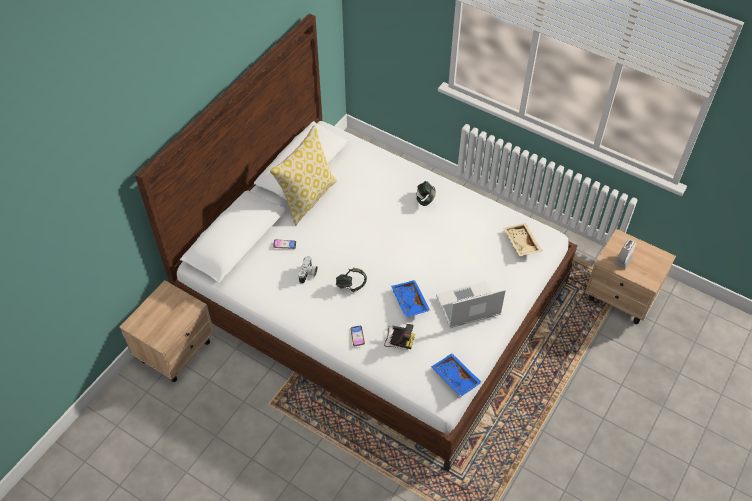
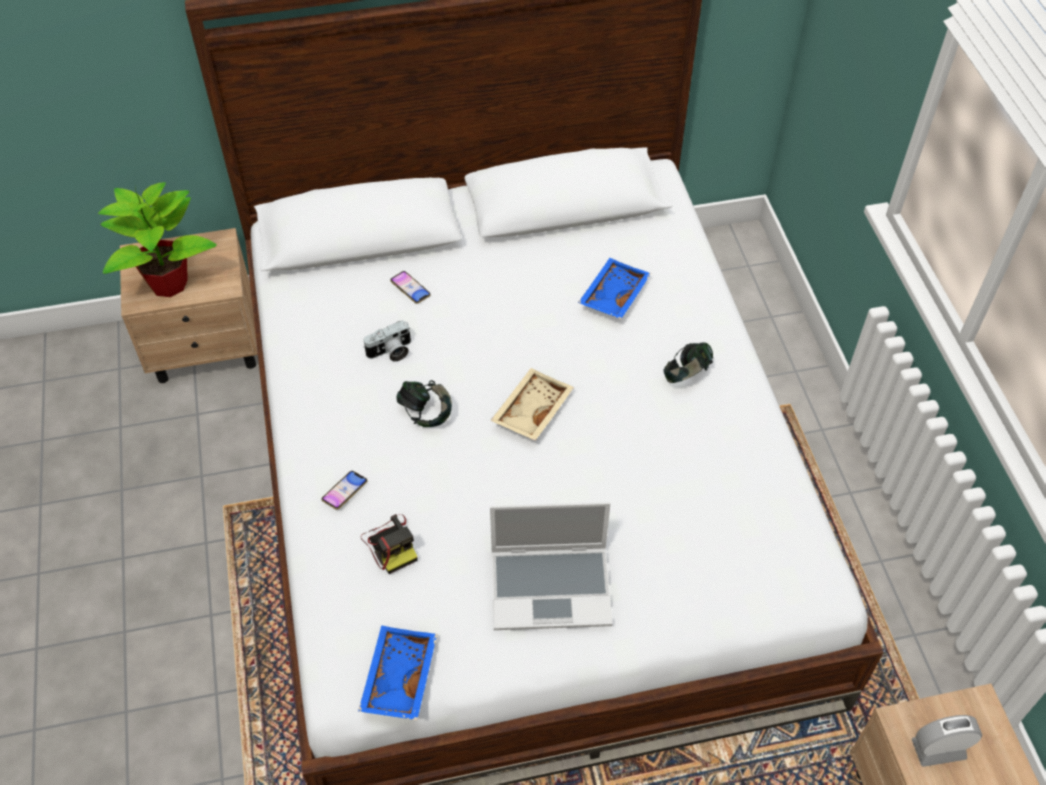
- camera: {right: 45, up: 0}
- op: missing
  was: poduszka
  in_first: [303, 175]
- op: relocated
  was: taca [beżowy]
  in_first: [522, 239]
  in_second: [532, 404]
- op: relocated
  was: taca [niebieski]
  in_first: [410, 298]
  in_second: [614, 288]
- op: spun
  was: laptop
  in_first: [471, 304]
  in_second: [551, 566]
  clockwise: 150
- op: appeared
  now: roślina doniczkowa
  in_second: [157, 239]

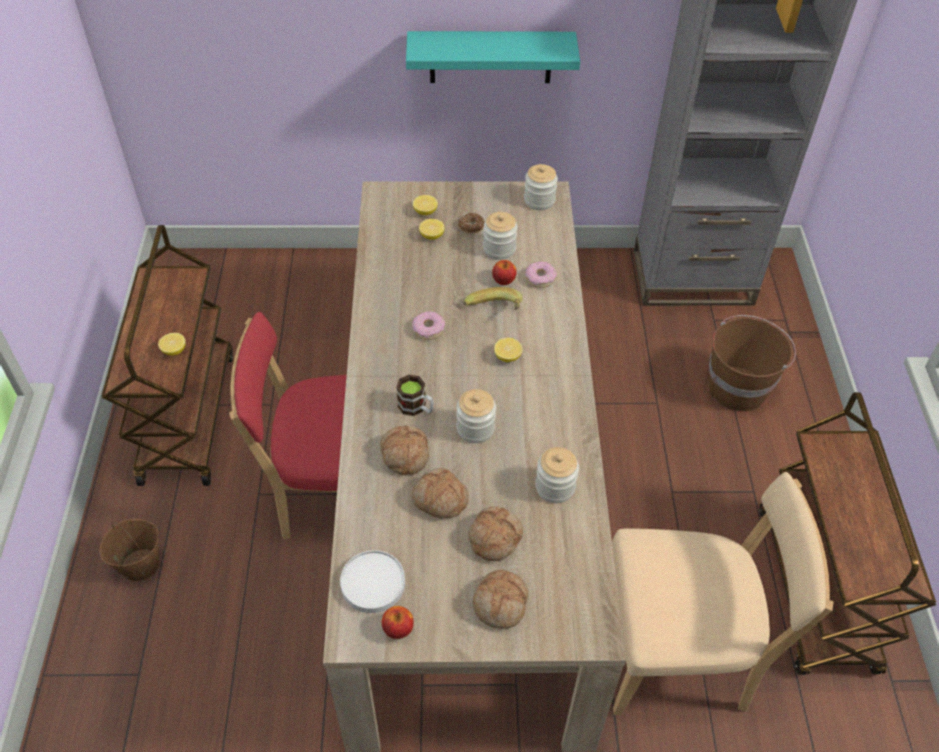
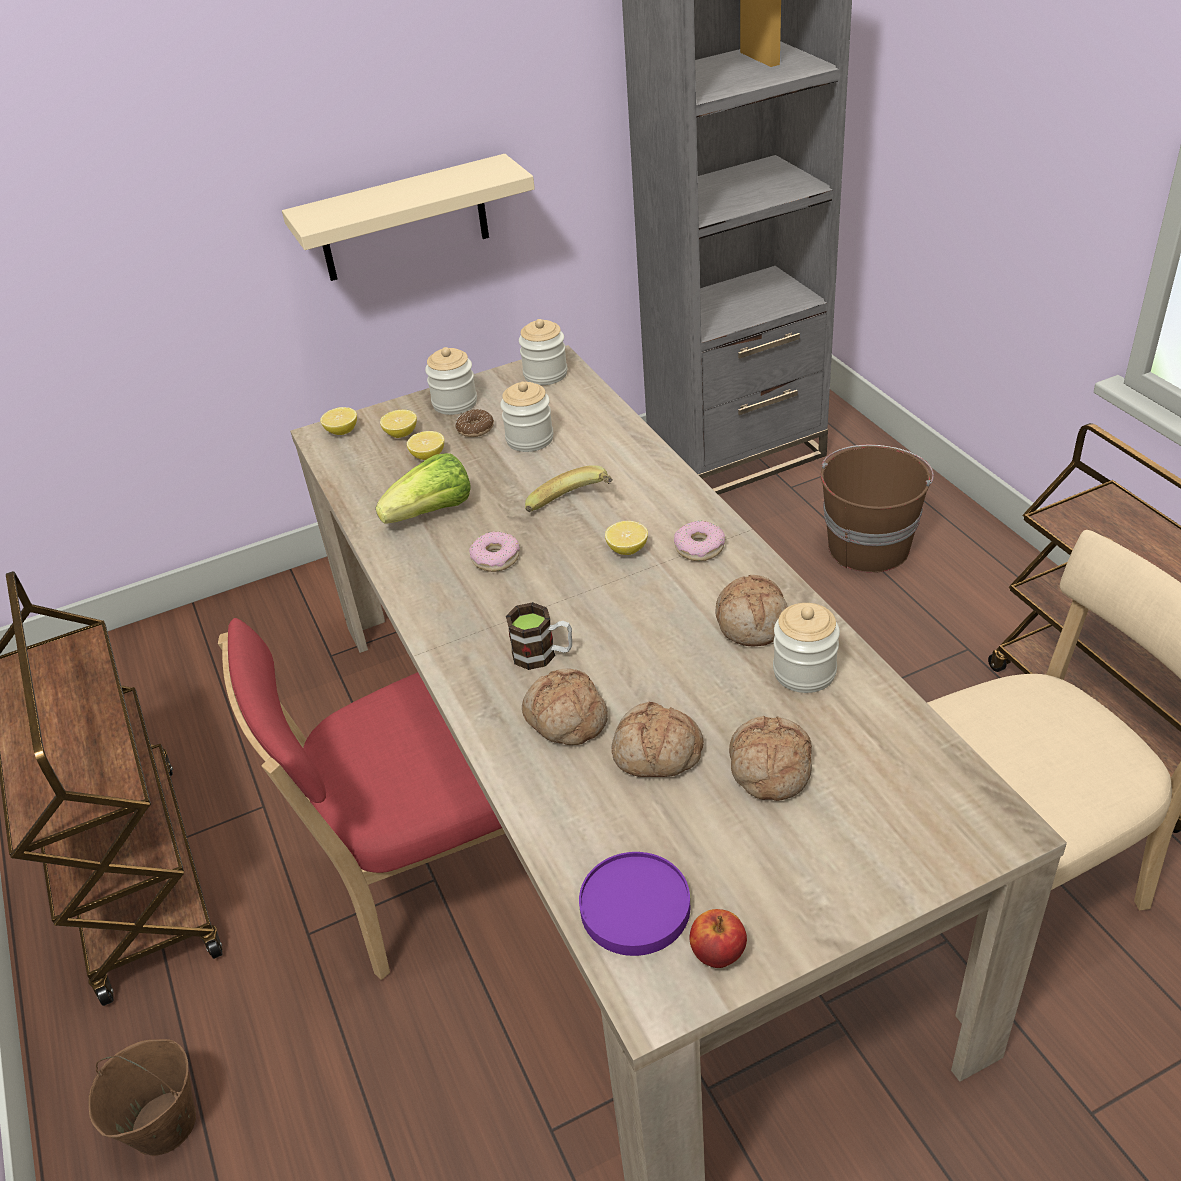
- camera: {right: -20, up: -10}
- op: colour
  was: półka [turkusowy]
  now: półka [beżowy]
  in_first: [493, 57]
  in_second: [408, 217]
- op: missing
  was: jabłko
  in_first: [504, 272]
- op: relocated
  was: donut
  in_first: [541, 275]
  in_second: [699, 540]
- op: relocated
  was: cytryna
  in_first: [172, 344]
  in_second: [338, 421]
- op: relocated
  was: słoik
  in_first: [476, 416]
  in_second: [451, 381]
- op: colour
  was: talerz [biały]
  now: talerz [fioletowy]
  in_first: [372, 581]
  in_second: [634, 904]
- op: relocated
  was: chleb
  in_first: [500, 599]
  in_second: [751, 611]
- op: appeared
  now: sałata
  in_second: [422, 488]

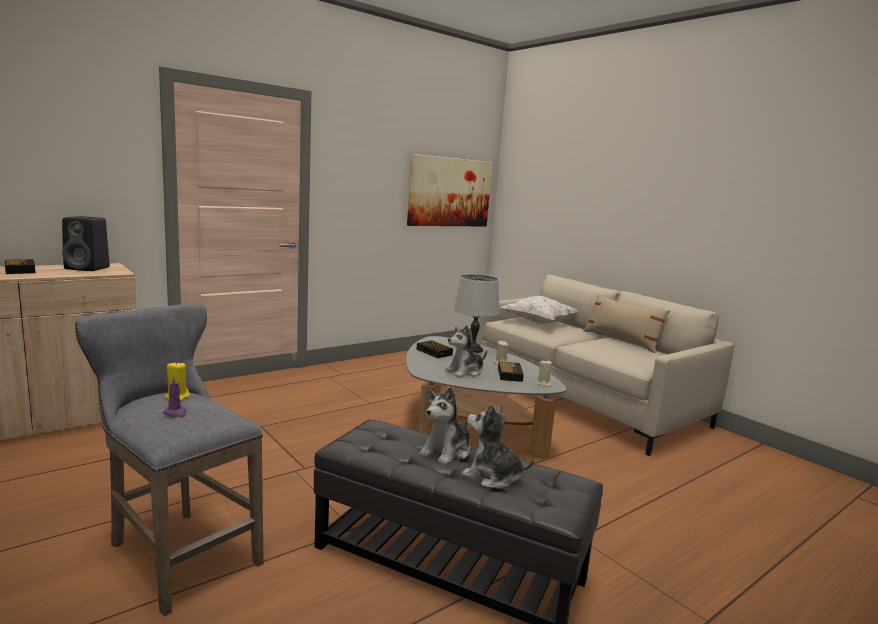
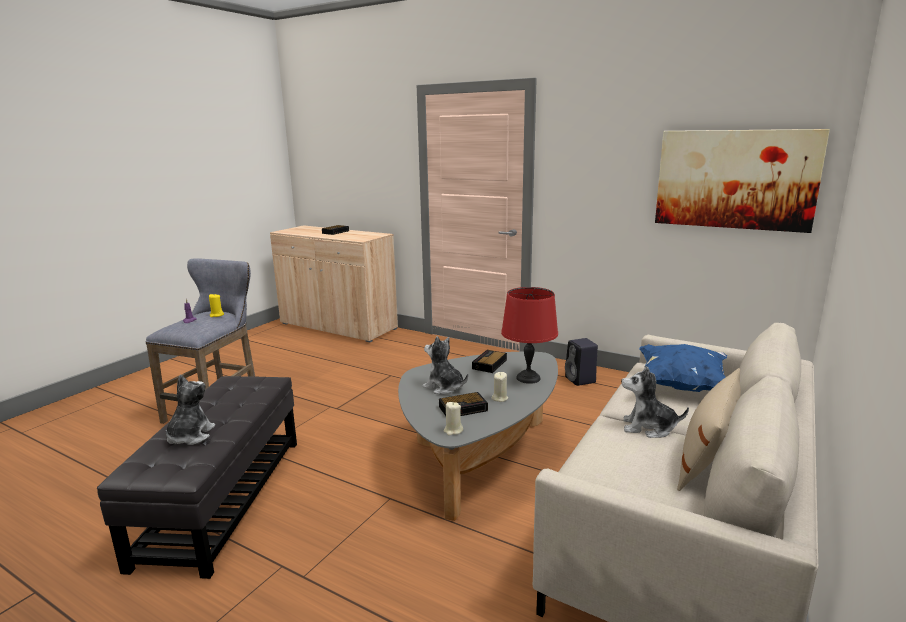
- camera: {right: 70, up: 5}
- op: relocated
  was: głośnik [czarny]
  in_first: [86, 243]
  in_second: [581, 362]
- op: colour
  was: lampa stołowa [szary]
  now: lampa stołowa [czerwony]
  in_first: [477, 313]
  in_second: [529, 335]
- op: colour
  was: poduszka [biały]
  now: poduszka [niebieski]
  in_first: [539, 310]
  in_second: [683, 368]
- op: relocated
  was: pluszak
  in_first: [444, 426]
  in_second: [655, 401]

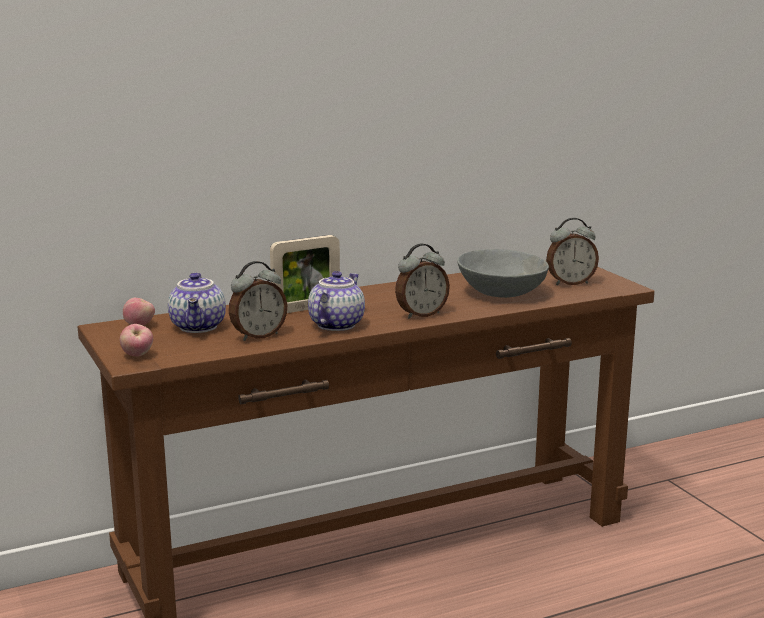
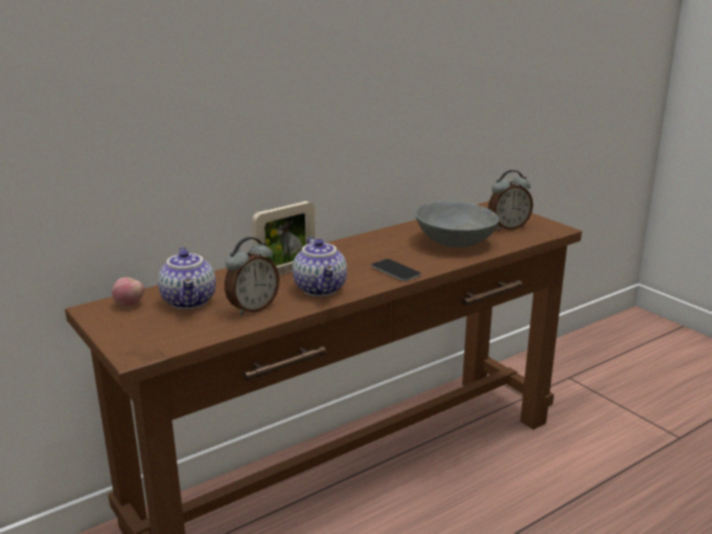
- camera: {right: -10, up: 5}
- op: exchanged
  was: budzik
  now: telefon
  in_first: [422, 281]
  in_second: [396, 270]
- op: spun
  was: imbryk
  in_first: [336, 301]
  in_second: [319, 266]
  clockwise: 150
- op: missing
  was: jabłko
  in_first: [136, 340]

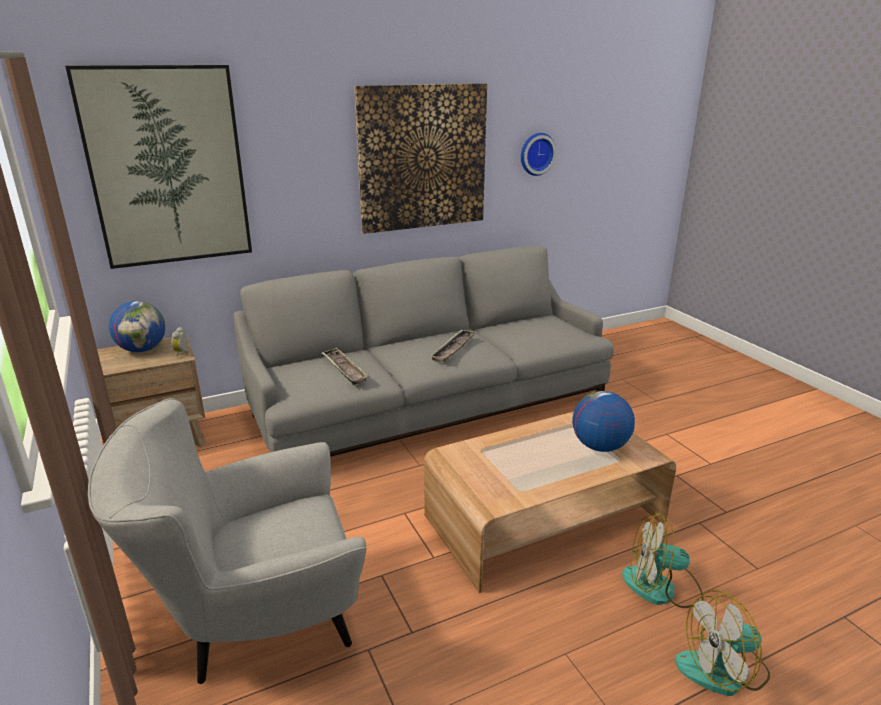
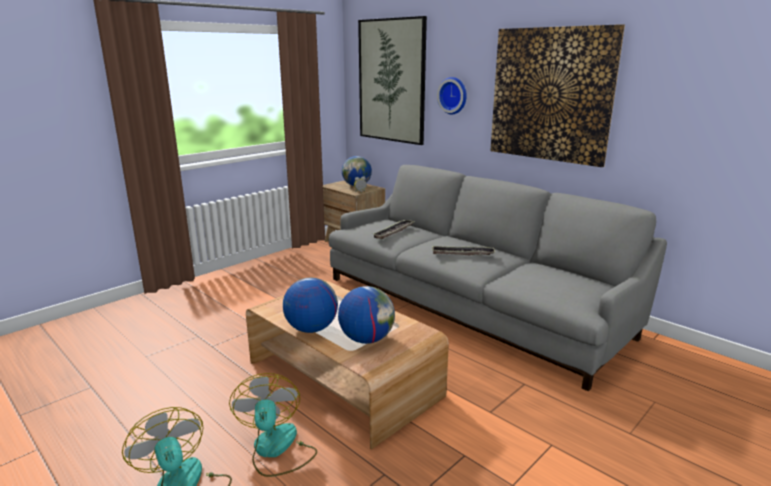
- camera: {right: 70, up: -5}
- op: relocated
  was: zegar ścienny
  in_first: [538, 154]
  in_second: [452, 95]
- op: missing
  was: fotel [szary]
  in_first: [227, 541]
- op: appeared
  now: globus
  in_second: [310, 305]

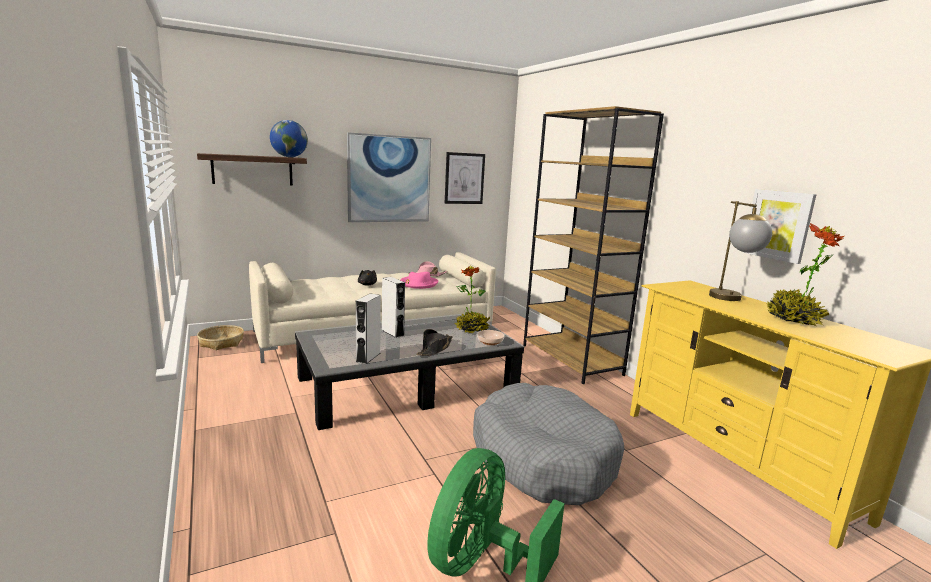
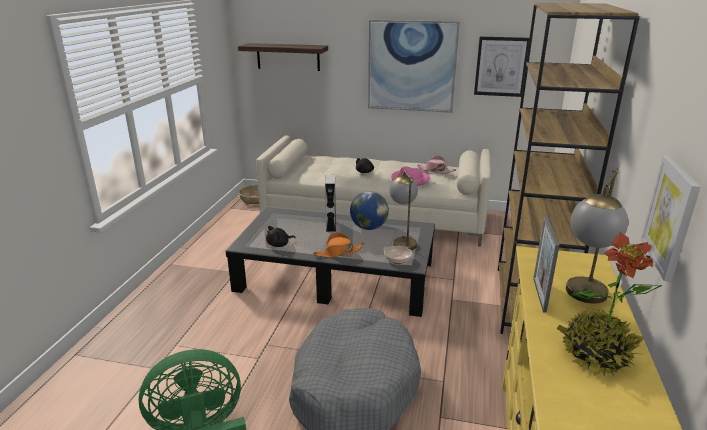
- camera: {right: 40, up: 10}
- op: relocated
  was: globus
  in_first: [289, 138]
  in_second: [369, 210]
- op: exchanged
  was: roślina doniczkowa
  now: lampa stołowa
  in_first: [472, 299]
  in_second: [403, 210]
- op: exchanged
  was: głośnik [szary]
  now: pluszak [czarny]
  in_first: [368, 328]
  in_second: [281, 236]
- op: colour
  was: kapelusz [czarny]
  now: kapelusz [pomarańczowy]
  in_first: [434, 342]
  in_second: [339, 245]
- op: appeared
  now: ramka na zdjęcie
  in_second: [546, 264]

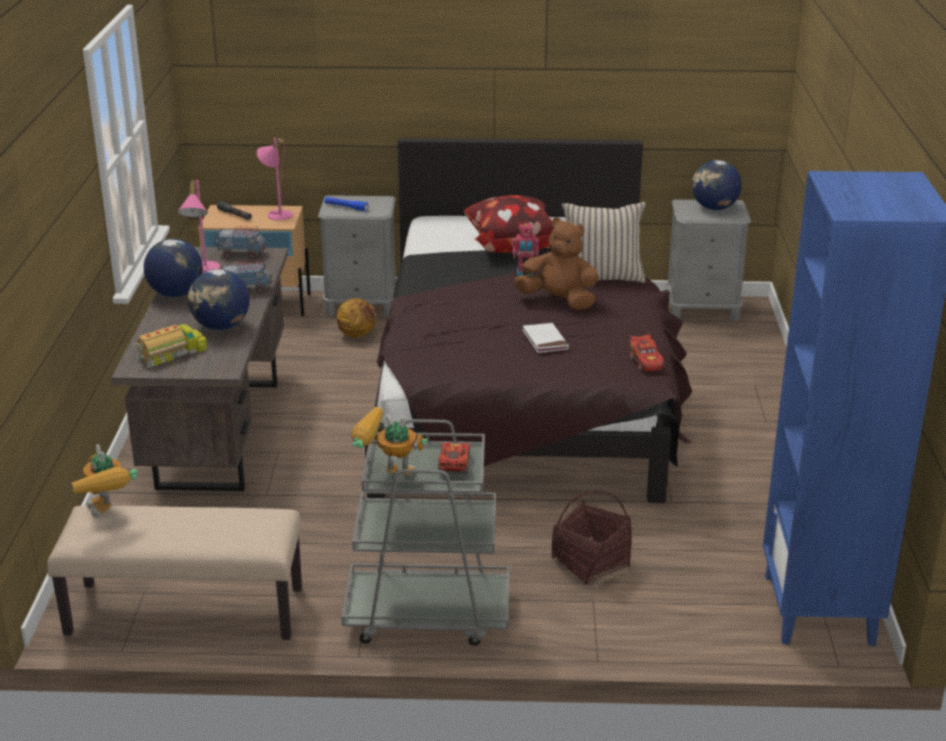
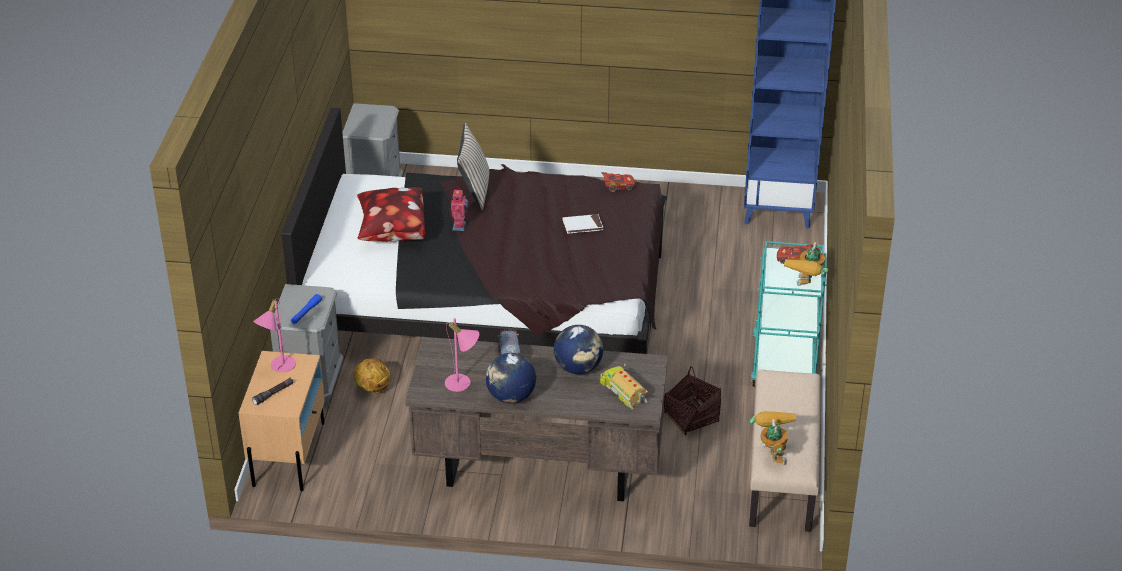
- camera: {right: -85, up: 10}
- op: missing
  was: globus
  in_first: [717, 185]
- op: missing
  was: pluszak [brązowy]
  in_first: [556, 263]
- op: missing
  was: ciężarówka zabawkowa
  in_first: [242, 242]
- op: colour
  was: wózek [szary]
  now: wózek [turkusowy]
  in_first: [425, 532]
  in_second: [789, 313]
- op: spun
  was: robot zabawkowy
  in_first: [104, 481]
  in_second: [773, 438]
  clockwise: -75
- op: relocated
  was: koszyk
  in_first: [591, 537]
  in_second: [692, 401]

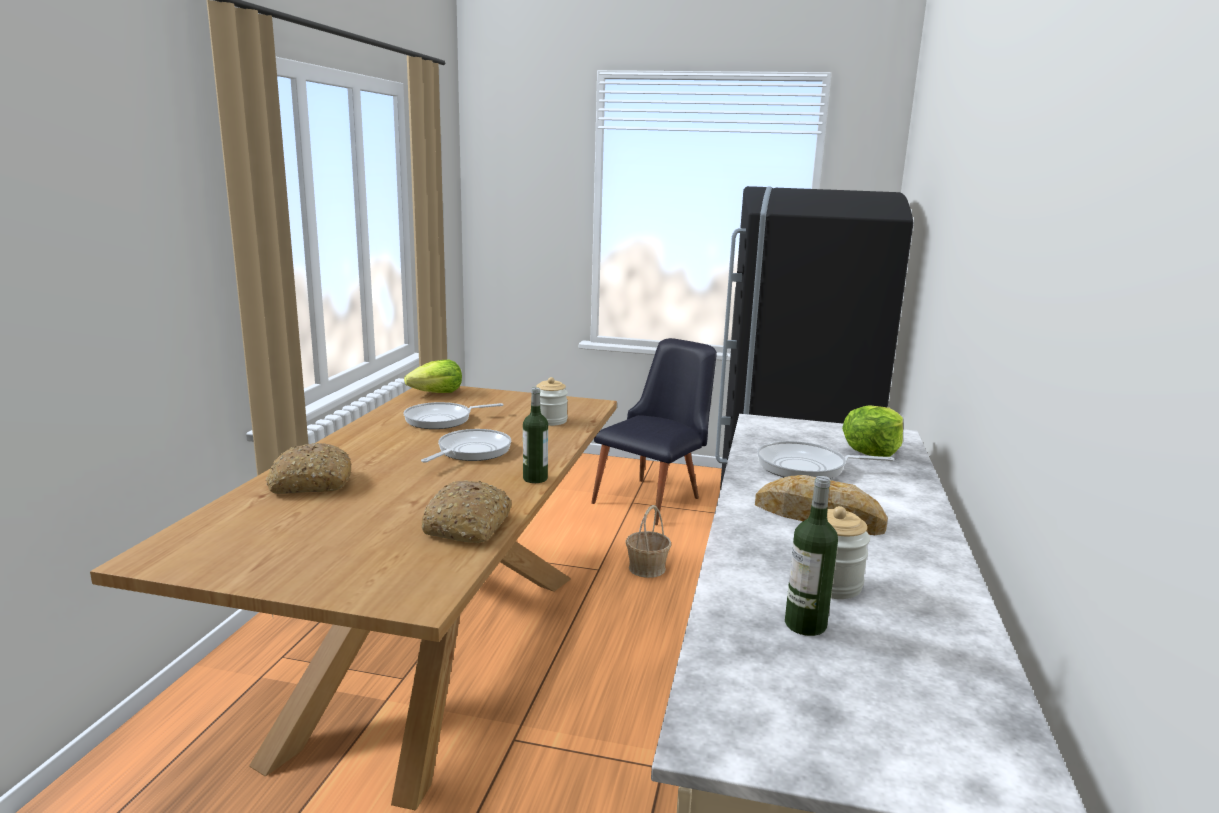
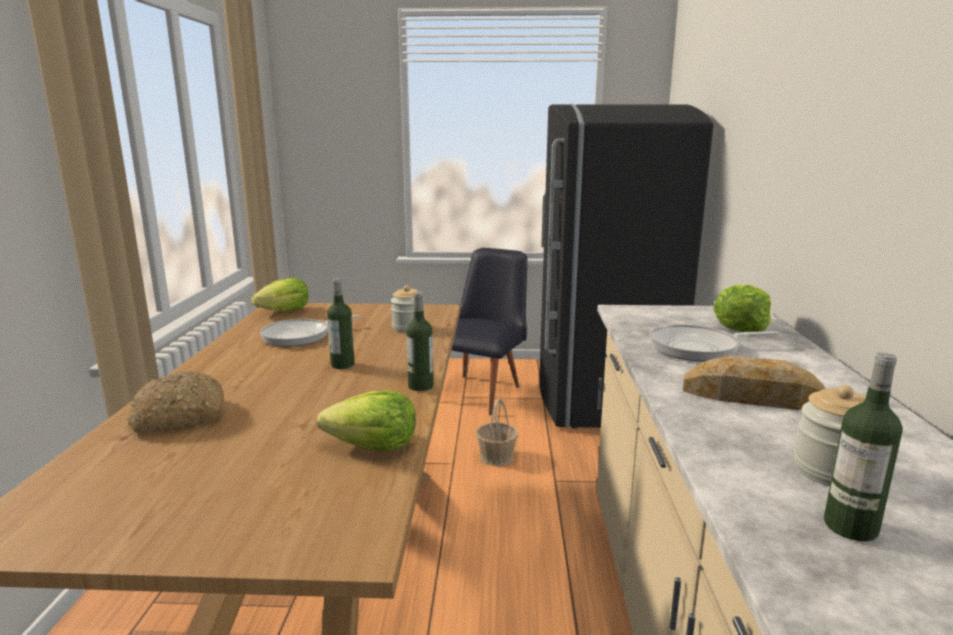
- camera: {right: -10, up: 0}
- op: exchanged
  was: patelnia
  now: butelka
  in_first: [466, 446]
  in_second: [341, 323]
- op: exchanged
  was: chleb
  now: sałata
  in_first: [466, 511]
  in_second: [366, 420]

